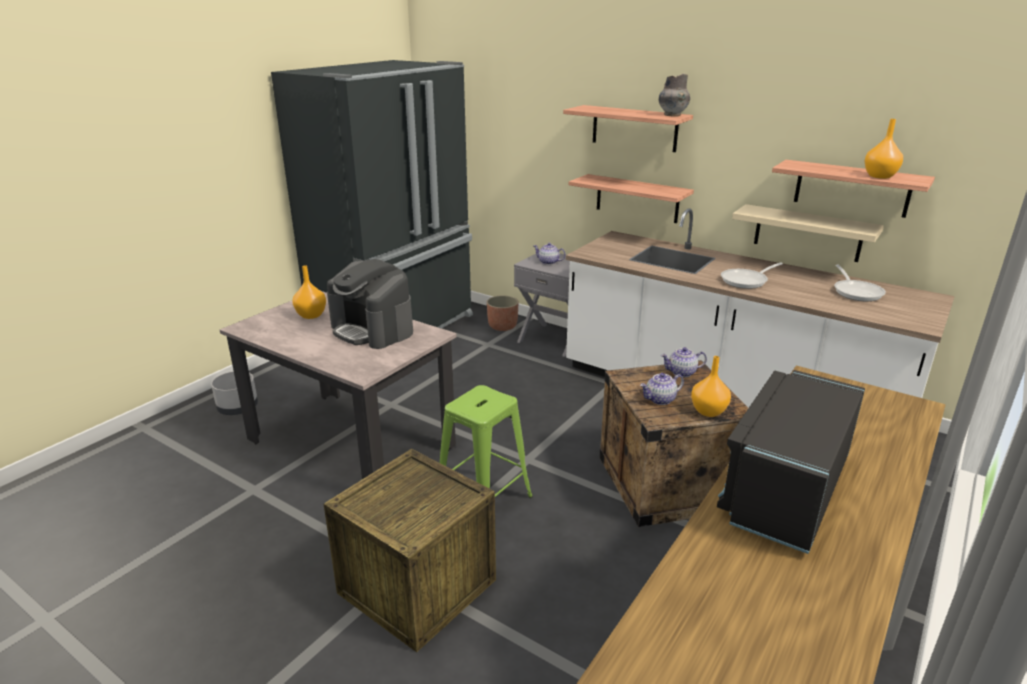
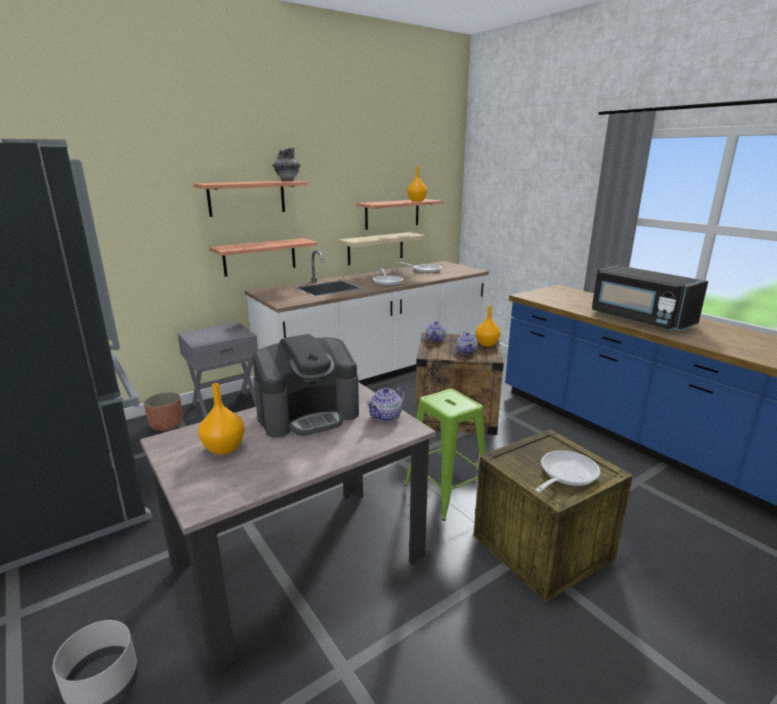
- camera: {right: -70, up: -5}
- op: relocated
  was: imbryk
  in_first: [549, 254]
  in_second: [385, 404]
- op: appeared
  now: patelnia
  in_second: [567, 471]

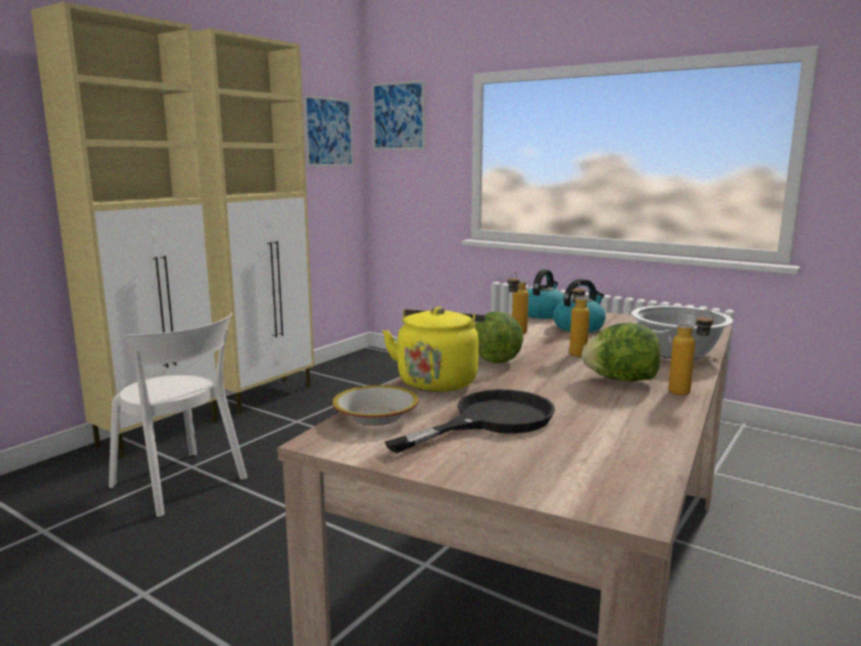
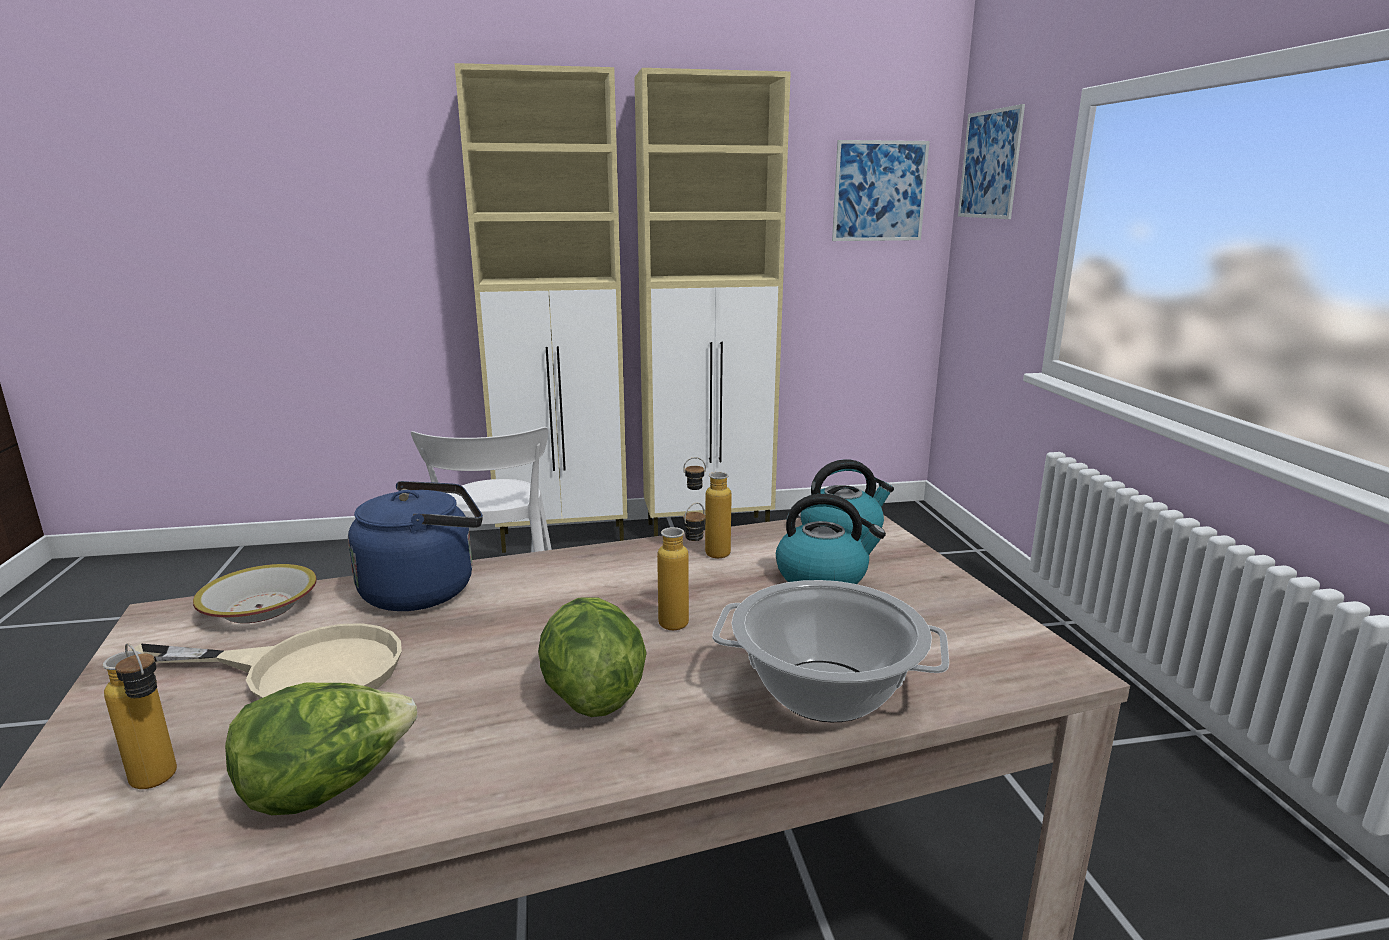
- camera: {right: 45, up: 5}
- op: colour
  was: czajnik [żółty]
  now: czajnik [niebieski]
  in_first: [434, 349]
  in_second: [415, 546]
- op: relocated
  was: butelka
  in_first: [691, 352]
  in_second: [140, 716]
- op: relocated
  was: sałata
  in_first: [499, 337]
  in_second: [321, 748]
- op: colour
  was: patelnia [czarny]
  now: patelnia [beżowy]
  in_first: [470, 421]
  in_second: [265, 661]

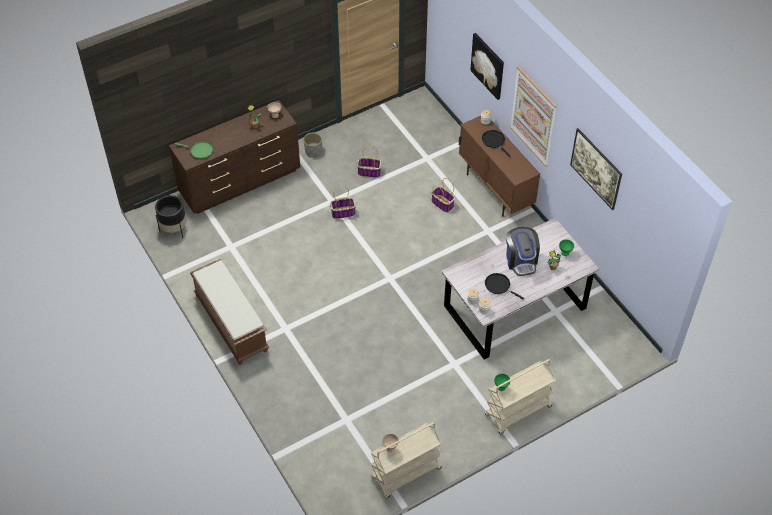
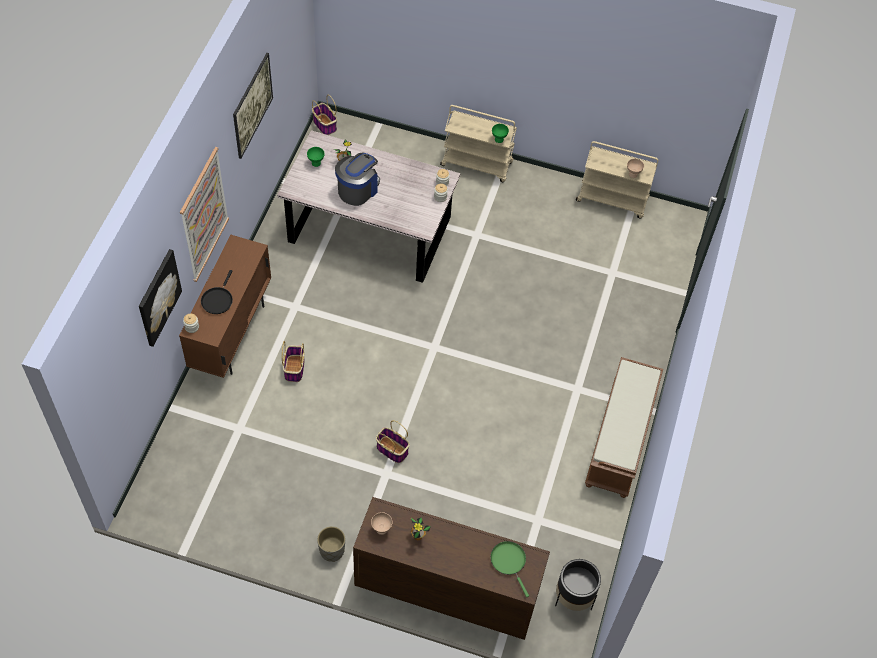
- camera: {right: -135, up: 5}
- op: relocated
  was: koszyk
  in_first: [369, 162]
  in_second: [324, 115]
- op: missing
  was: patelnia [czarny]
  in_first: [504, 286]

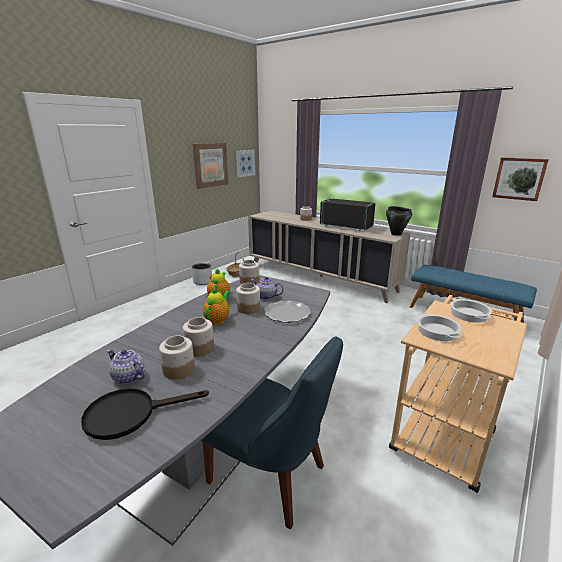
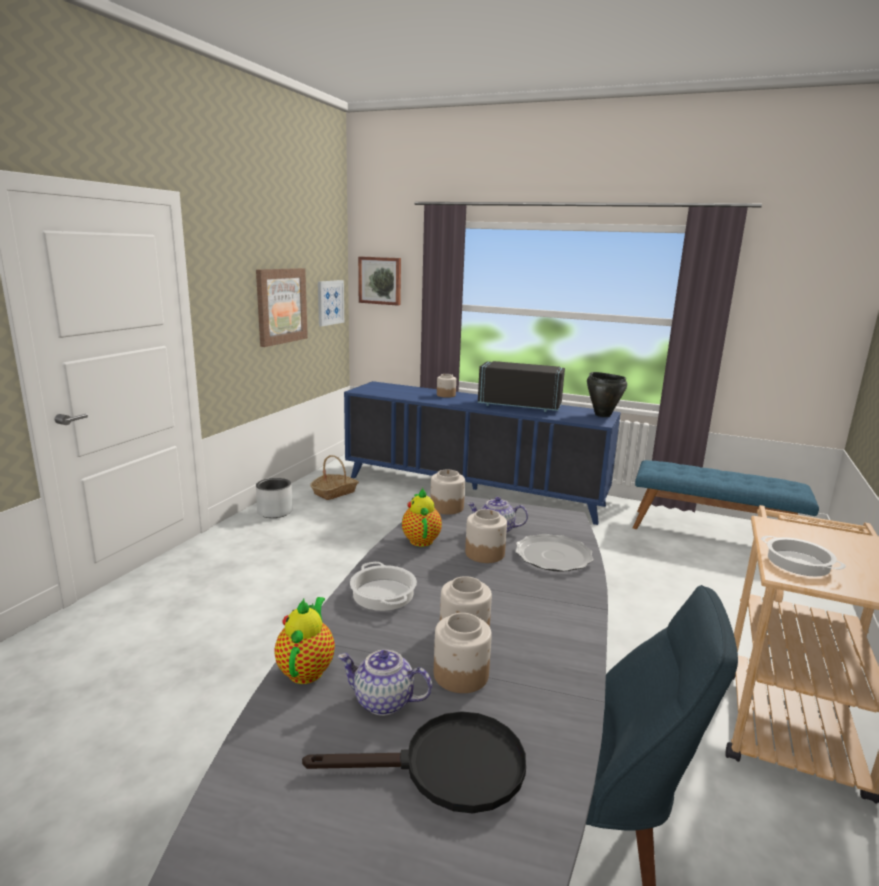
- camera: {right: -15, up: -5}
- op: relocated
  was: obraz
  in_first: [520, 179]
  in_second: [379, 281]
- op: colour
  was: szafka [beżowy]
  now: szafka [niebieski]
  in_first: [329, 256]
  in_second: [482, 453]
- op: relocated
  was: imbryk
  in_first: [216, 306]
  in_second: [304, 640]
- op: relocated
  was: garnek
  in_first: [471, 310]
  in_second: [383, 586]
- op: spun
  was: patelnia [czarny]
  in_first: [145, 414]
  in_second: [414, 762]
  clockwise: -150

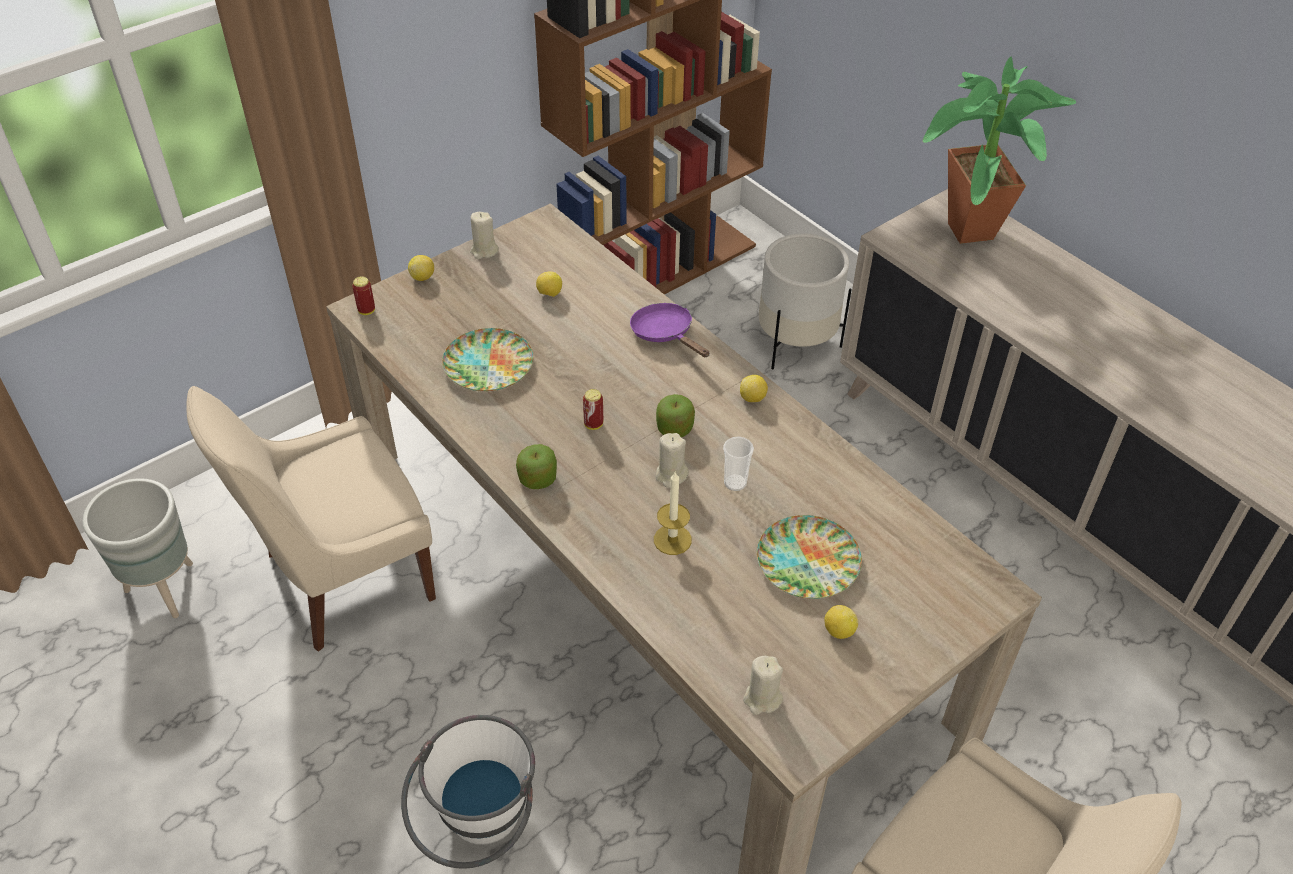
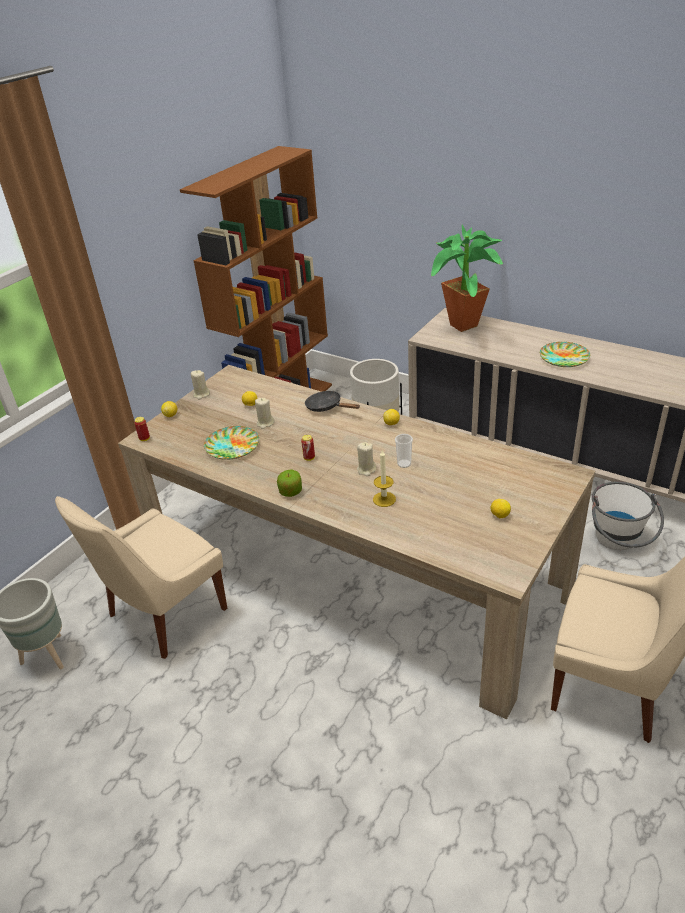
- camera: {right: -15, up: -10}
- op: colour
  was: patelnia [fioletowy]
  now: patelnia [czarny]
  in_first: [670, 330]
  in_second: [332, 401]
- op: missing
  was: jabłko
  in_first: [675, 415]
- op: relocated
  was: talerz
  in_first: [809, 557]
  in_second: [565, 354]
- op: relocated
  was: świeca [beżowy]
  in_first: [763, 685]
  in_second: [264, 413]
- op: relocated
  was: wiadro [biały]
  in_first: [468, 792]
  in_second: [628, 516]

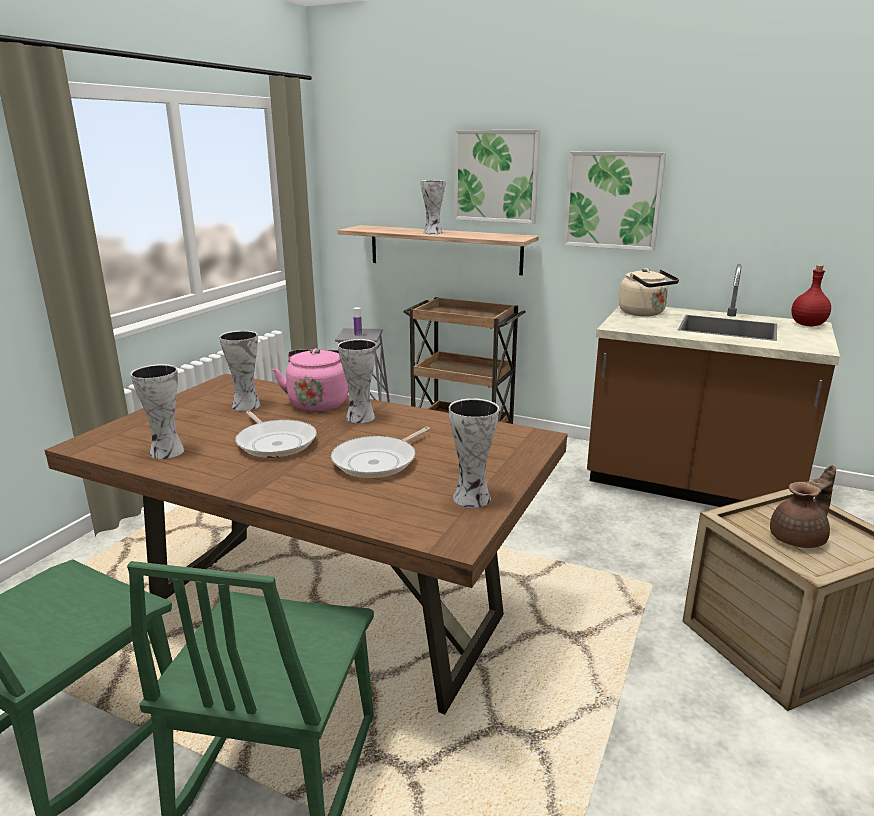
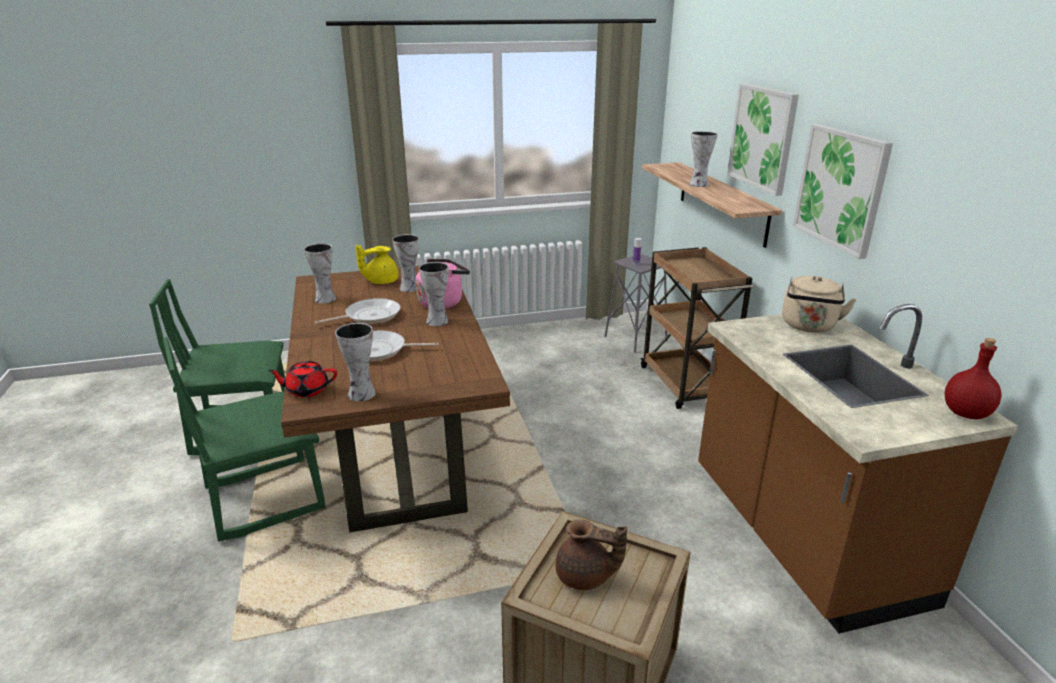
- camera: {right: 50, up: 5}
- op: spun
  was: patelnia
  in_first: [276, 434]
  in_second: [358, 311]
  clockwise: -135
- op: appeared
  now: imbryk [żółty]
  in_second: [376, 264]
- op: appeared
  now: imbryk [czerwony]
  in_second: [302, 379]

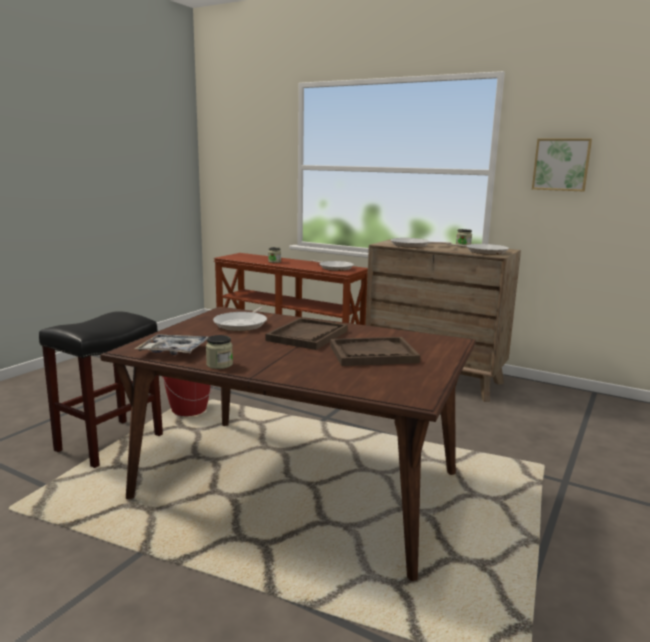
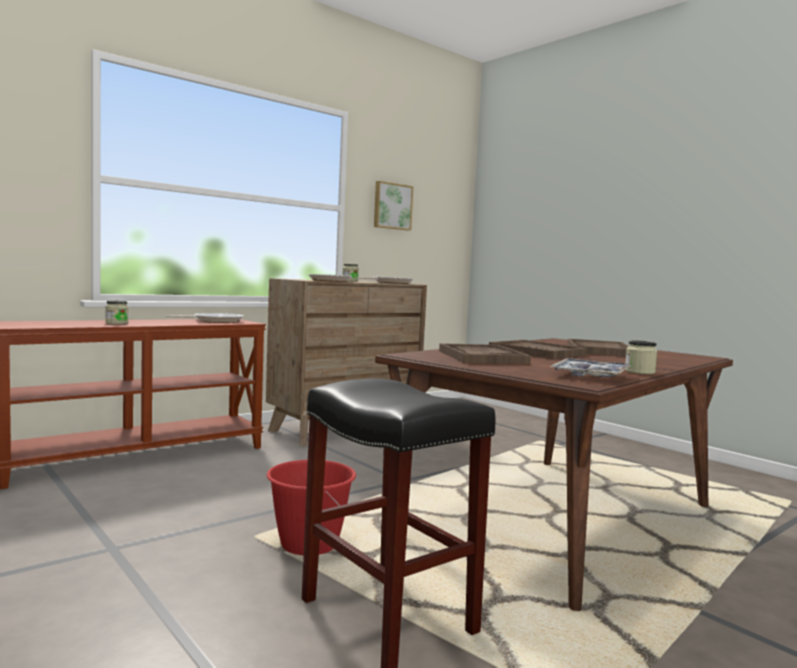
- camera: {right: -70, up: -10}
- op: exchanged
  was: patelnia
  now: taca [brązowy]
  in_first: [240, 319]
  in_second: [485, 353]

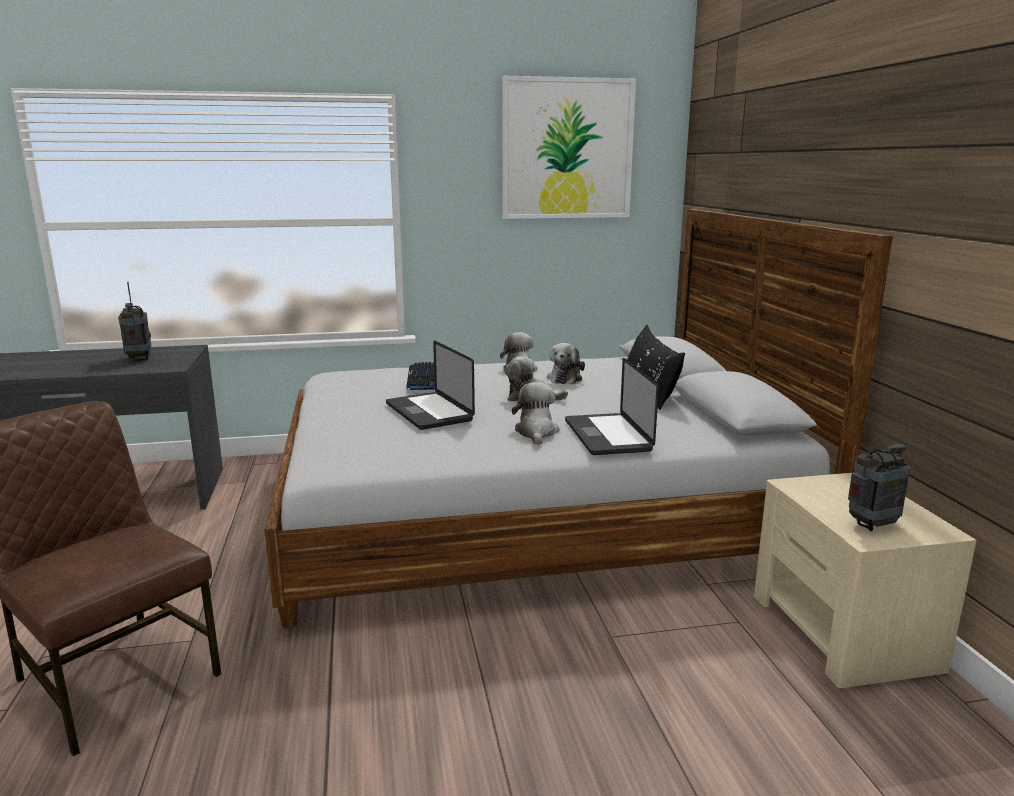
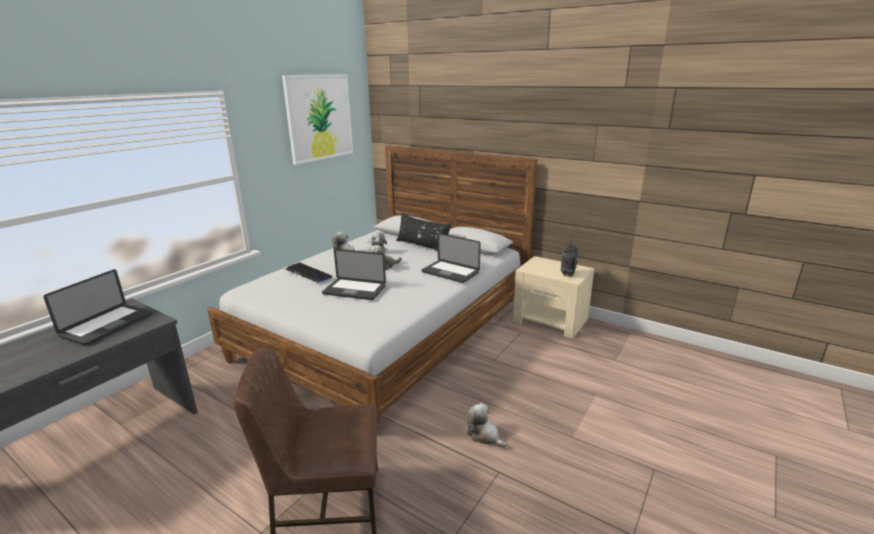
- camera: {right: -45, up: 5}
- op: exchanged
  was: radio
  now: laptop
  in_first: [134, 321]
  in_second: [97, 307]
- op: relocated
  was: pluszak
  in_first: [535, 413]
  in_second: [486, 425]

